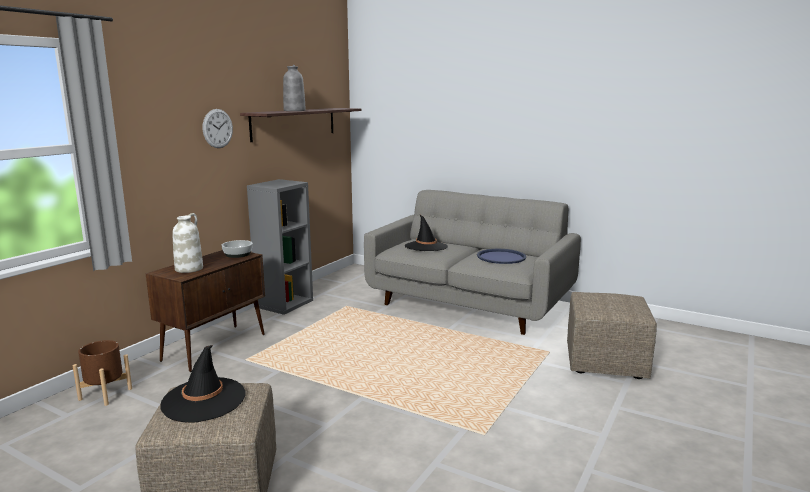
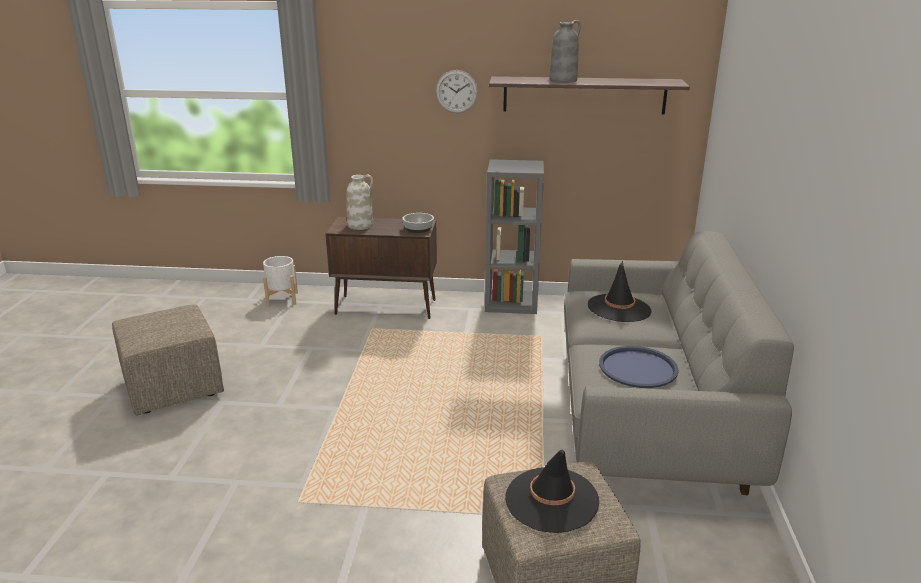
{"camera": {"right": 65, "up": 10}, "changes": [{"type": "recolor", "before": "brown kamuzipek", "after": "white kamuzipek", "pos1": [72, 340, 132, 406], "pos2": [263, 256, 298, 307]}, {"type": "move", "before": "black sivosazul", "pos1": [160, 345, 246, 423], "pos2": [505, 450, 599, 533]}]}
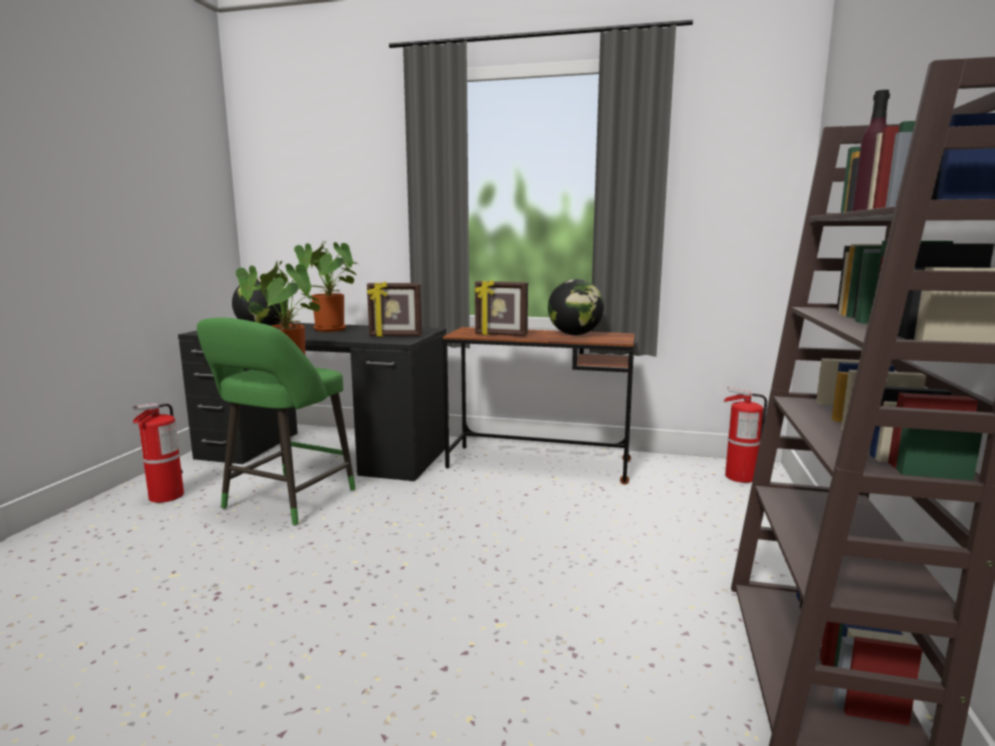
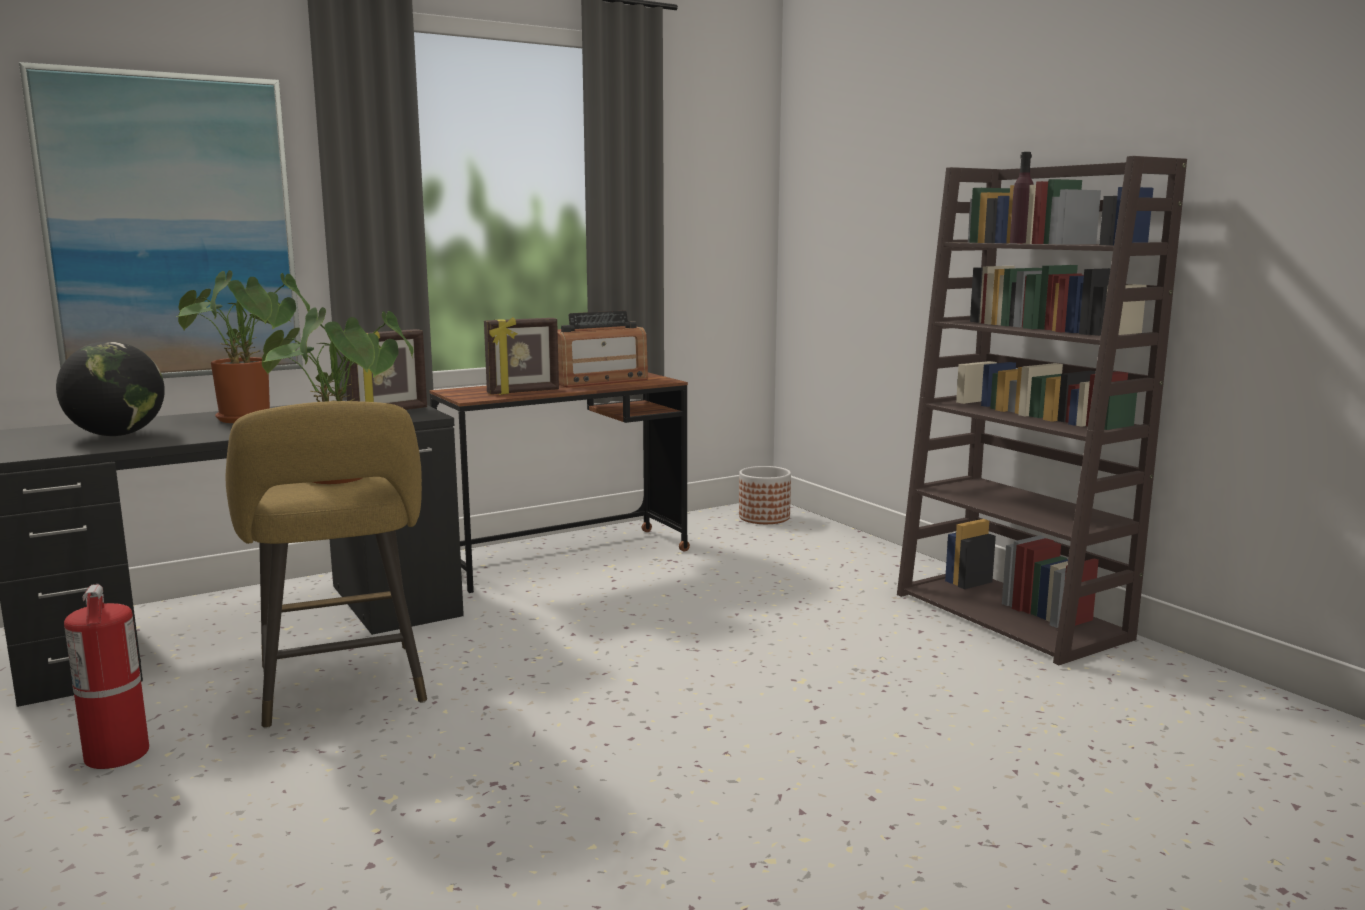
{"camera": {"right": -45, "up": 0}, "changes": [{"type": "recolor", "before": "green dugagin", "after": "yellow dugagin", "pos1": [197, 318, 356, 526], "pos2": [226, 401, 427, 729]}, {"type": "replace", "before": "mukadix", "after": "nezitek", "pos1": [548, 279, 604, 335], "pos2": [558, 311, 648, 388]}, {"type": "replace", "before": "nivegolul", "after": "kamuzipek", "pos1": [724, 387, 767, 483], "pos2": [739, 466, 791, 524]}, {"type": "insert", "after": "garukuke", "pos2": [19, 62, 303, 378]}]}
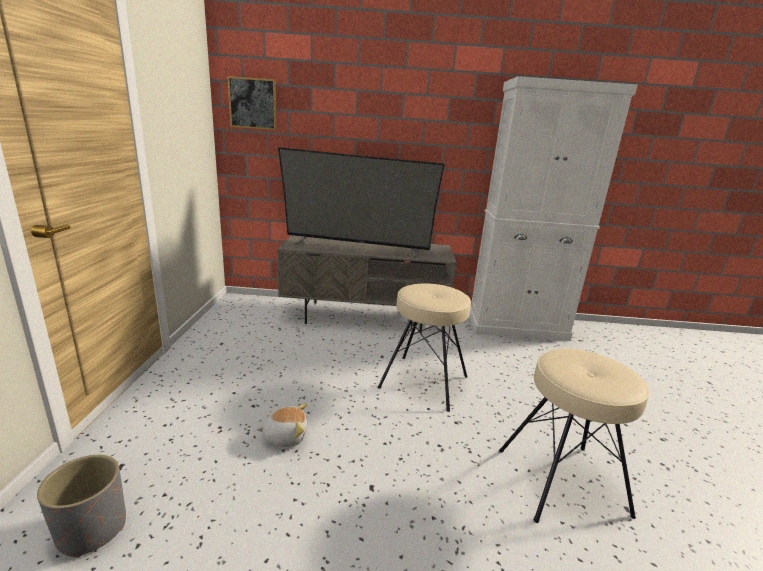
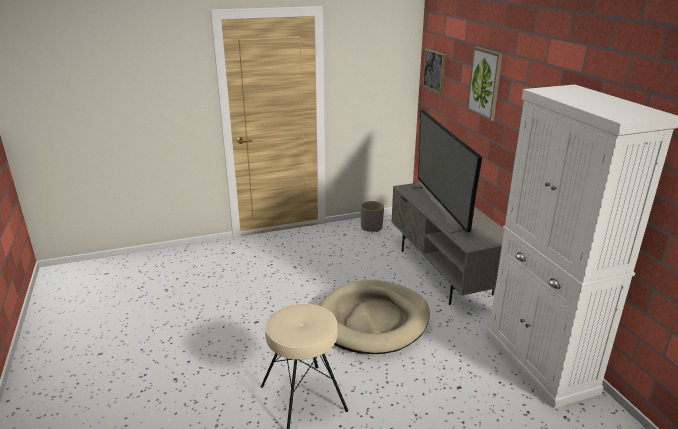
{"camera": {"right": 70, "up": 5}, "changes": [{"type": "move", "before": "grey kamuzipek", "pos1": [37, 455, 126, 557], "pos2": [360, 201, 384, 232]}, {"type": "delete", "before": "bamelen", "pos1": [256, 403, 307, 447]}, {"type": "replace", "before": "beige dugagin", "after": "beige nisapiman", "pos1": [377, 283, 471, 412], "pos2": [318, 280, 430, 354]}, {"type": "insert", "after": "garukuke", "pos2": [467, 47, 502, 121]}]}
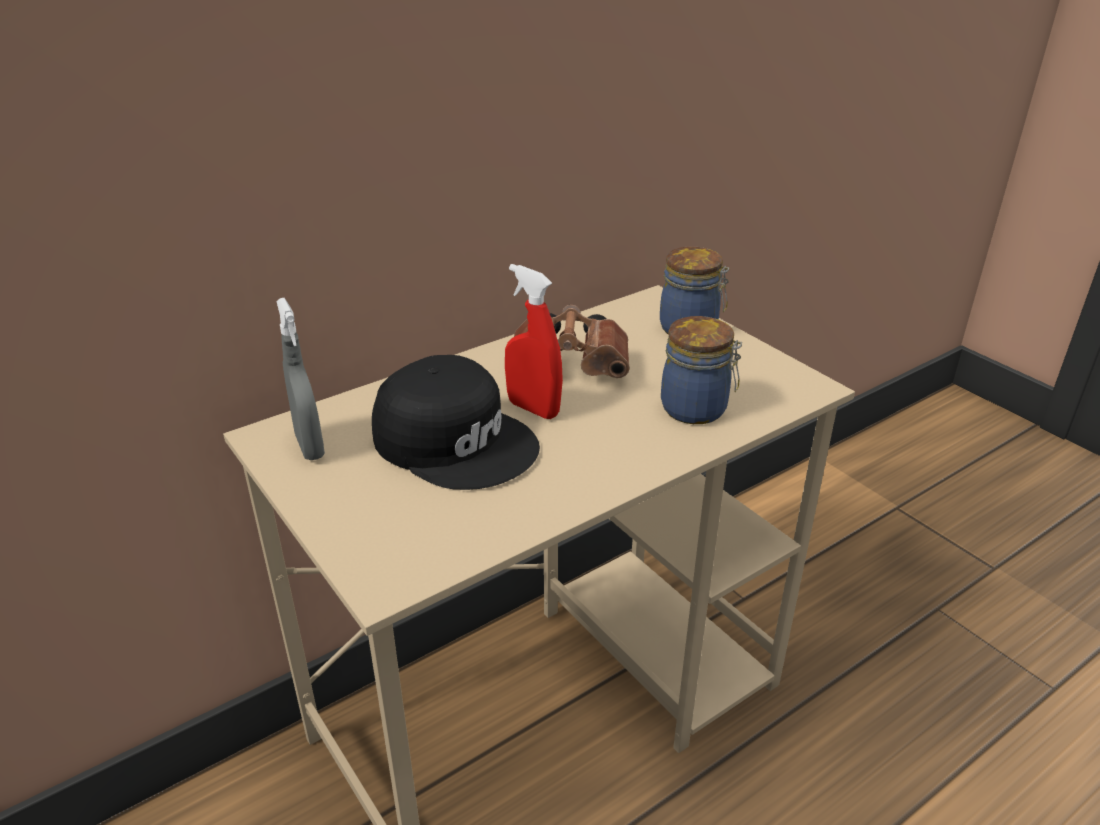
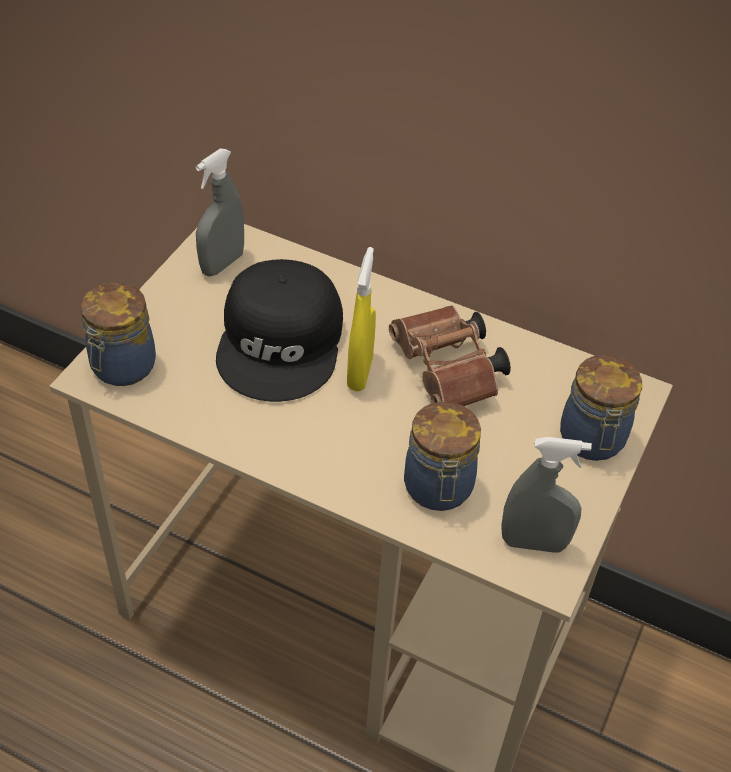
{"camera": {"right": 60, "up": 15}, "changes": [{"type": "recolor", "before": "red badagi", "after": "yellow badagi", "pos1": [505, 264, 563, 419], "pos2": [347, 247, 376, 391]}, {"type": "insert", "after": "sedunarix", "pos2": [81, 282, 156, 386]}, {"type": "insert", "after": "grey badagi", "pos2": [502, 437, 592, 553]}]}
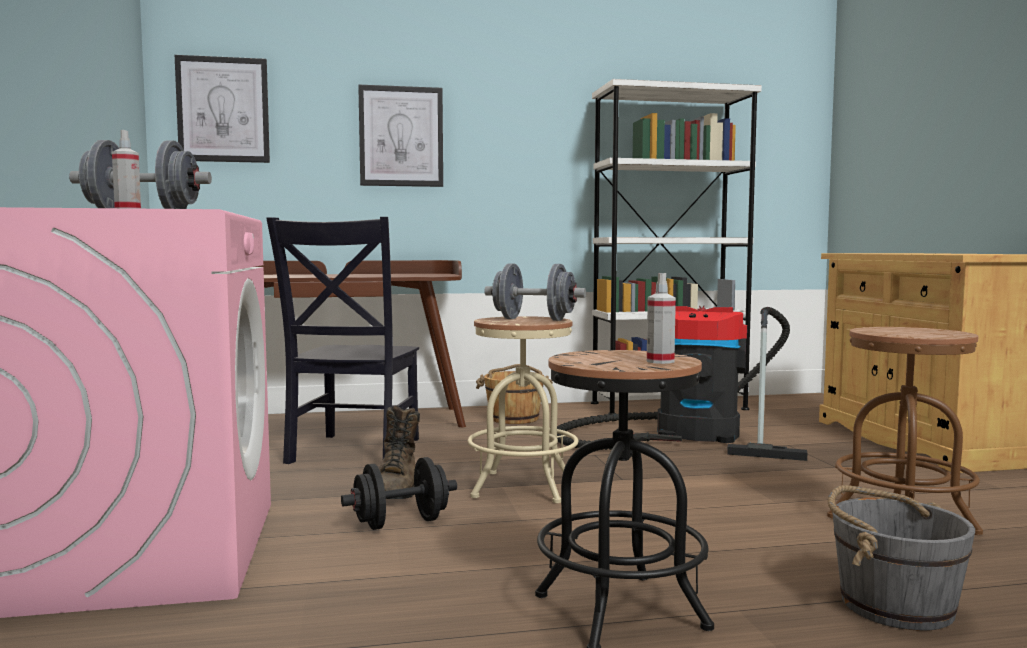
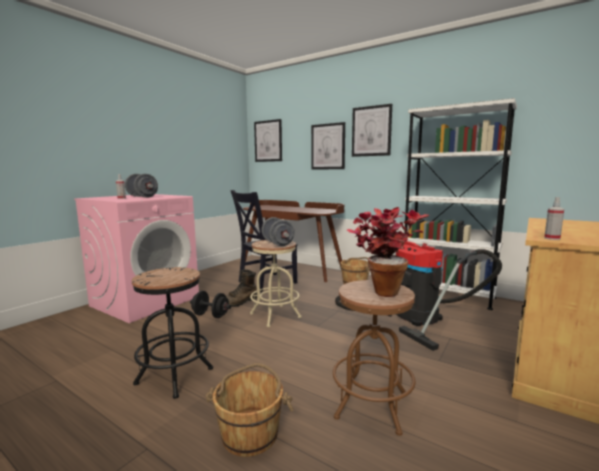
{"camera": {"right": 45, "up": 5}, "changes": [{"type": "move", "before": "badagi", "pos1": [647, 273, 676, 364], "pos2": [544, 197, 564, 240]}, {"type": "recolor", "before": "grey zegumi", "after": "brown zegumi", "pos1": [828, 485, 975, 631], "pos2": [205, 363, 294, 457]}, {"type": "insert", "after": "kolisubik", "pos2": [347, 207, 429, 297]}, {"type": "insert", "after": "garukuke", "pos2": [352, 104, 392, 157]}]}
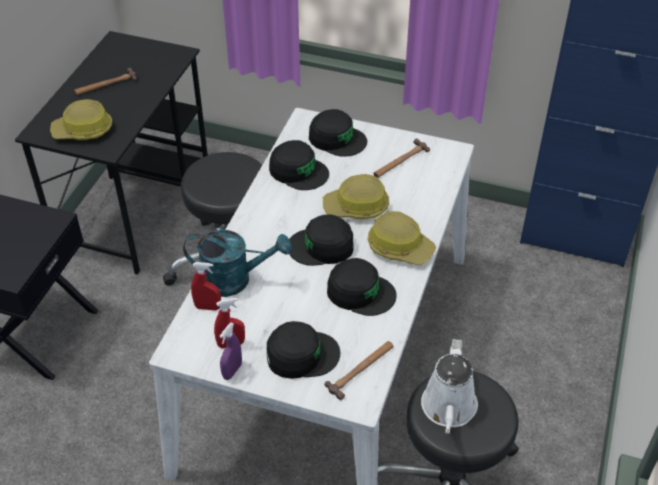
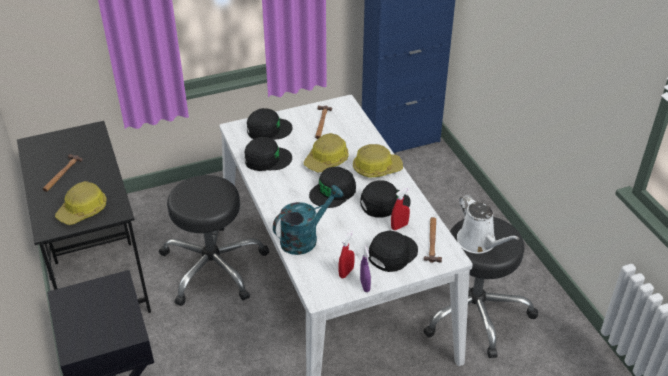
{"camera": {"right": -40, "up": -5}, "changes": [{"type": "move", "before": "red badagi", "pos1": [191, 262, 221, 310], "pos2": [391, 187, 410, 230]}]}
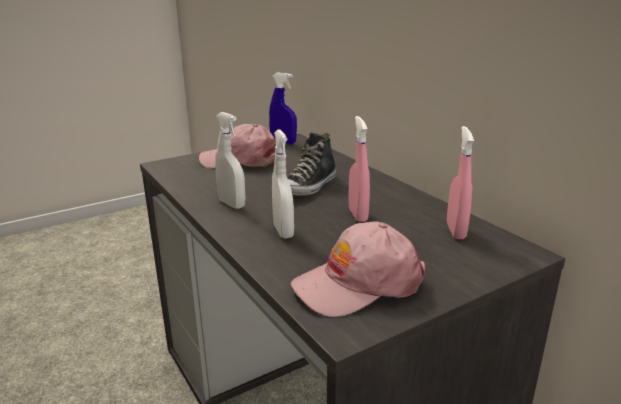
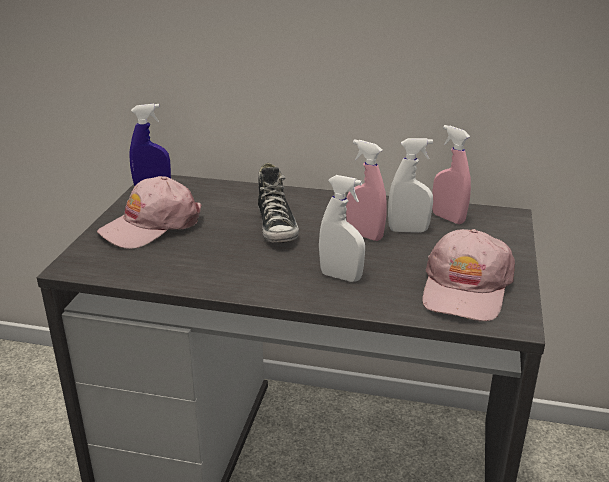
{"camera": {"right": -45, "up": 5}, "changes": [{"type": "move", "before": "white badagi", "pos1": [215, 112, 245, 209], "pos2": [388, 138, 433, 233]}]}
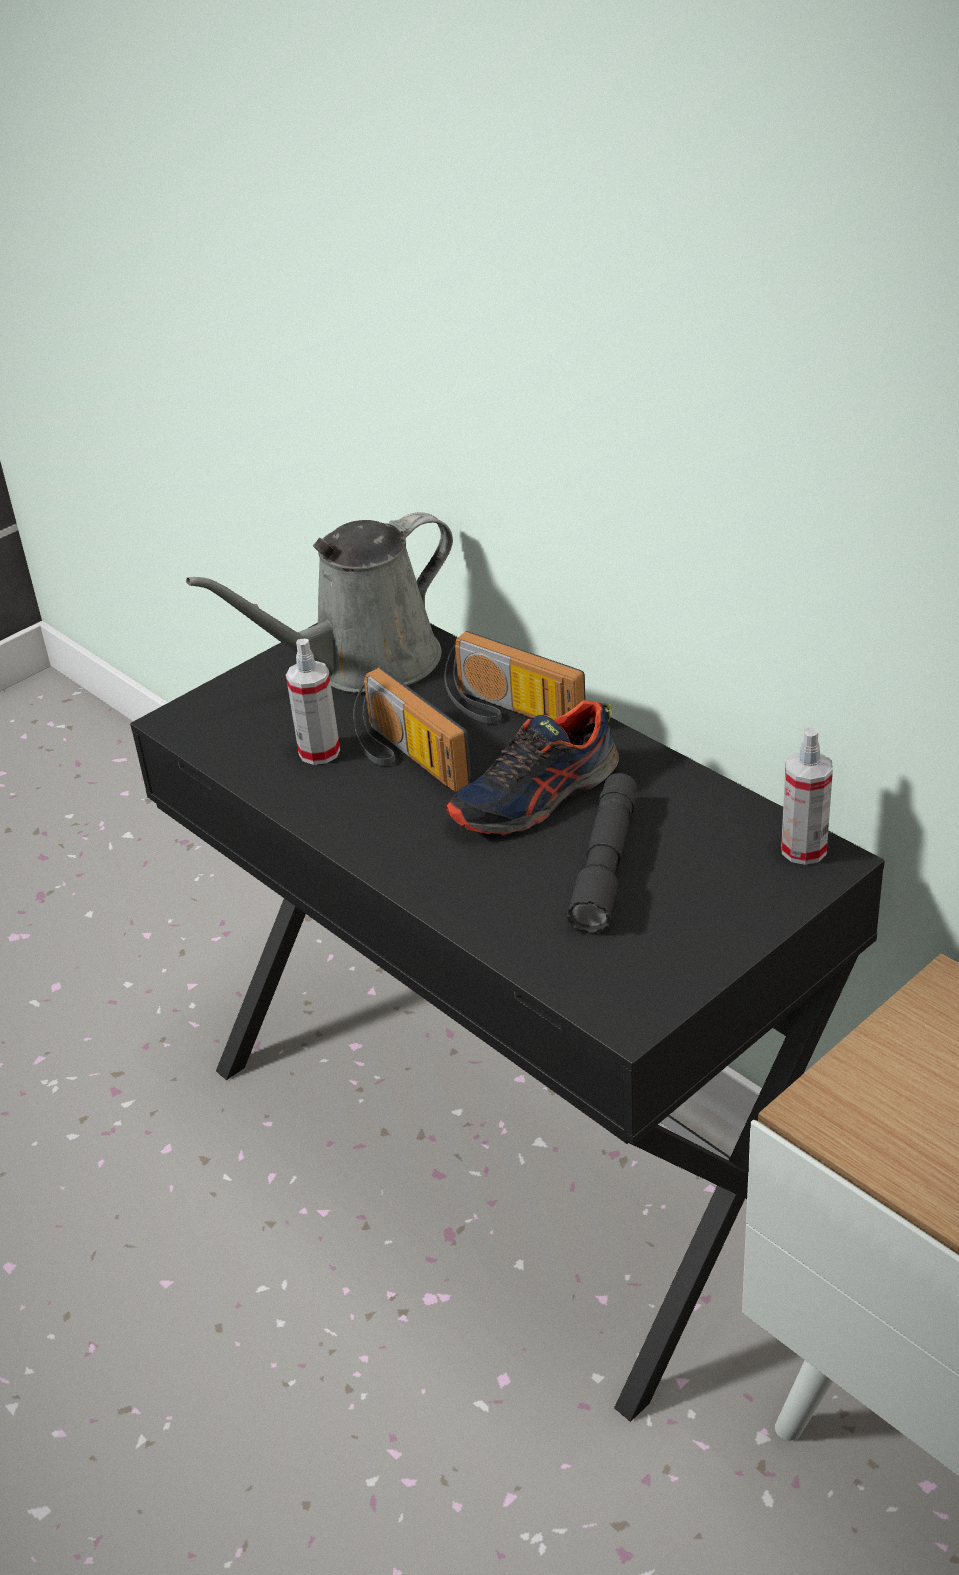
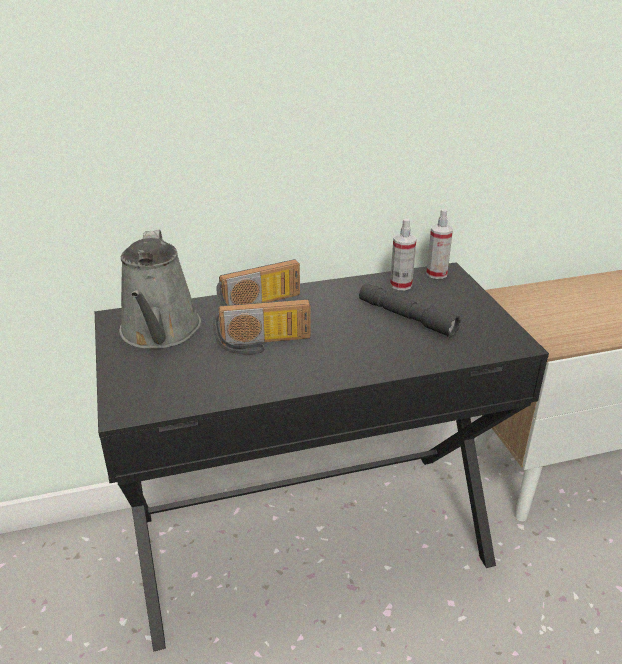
{"camera": {"right": -65, "up": -5}, "changes": [{"type": "move", "before": "badagi", "pos1": [286, 639, 340, 765], "pos2": [390, 218, 417, 290]}, {"type": "delete", "before": "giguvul", "pos1": [445, 700, 619, 835]}]}
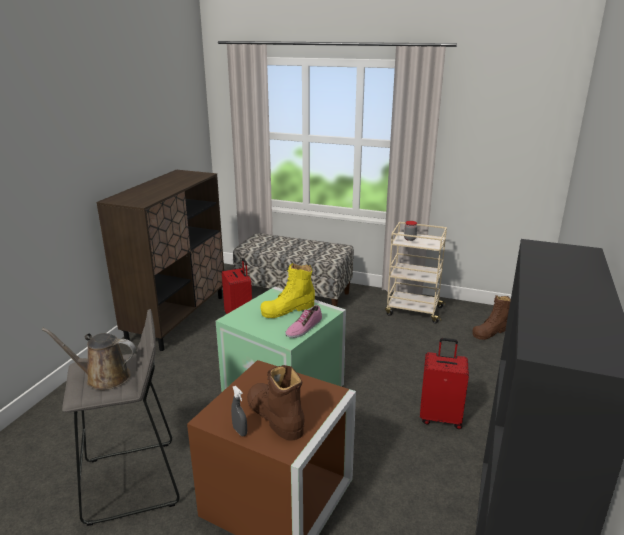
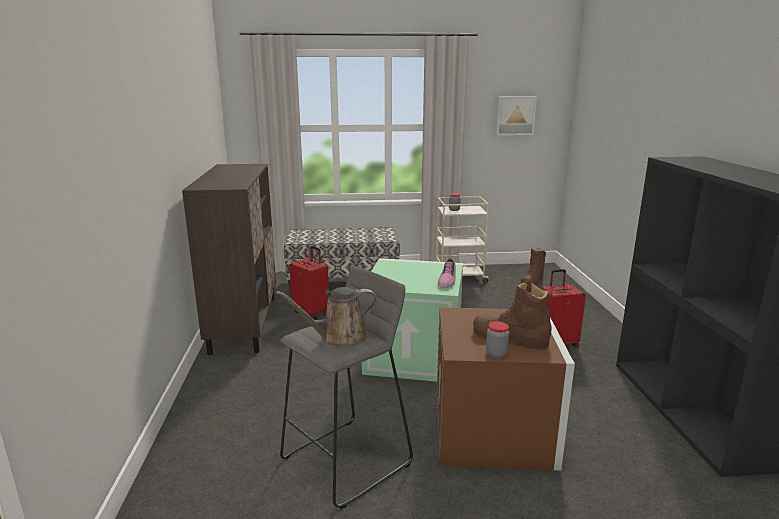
{"camera": {"right": -25, "up": -5}, "changes": [{"type": "replace", "before": "grey badagi", "after": "sedunarix", "pos1": [231, 386, 247, 436], "pos2": [486, 322, 509, 358]}, {"type": "delete", "before": "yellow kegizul", "pos1": [260, 263, 315, 318]}, {"type": "insert", "after": "garukuke", "pos2": [496, 96, 537, 135]}]}
